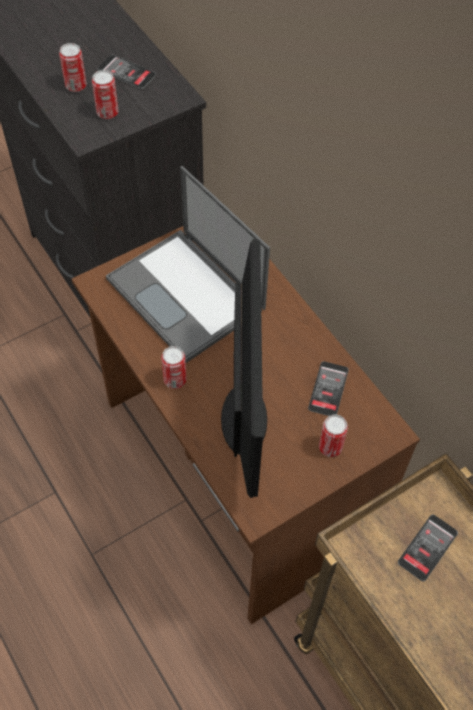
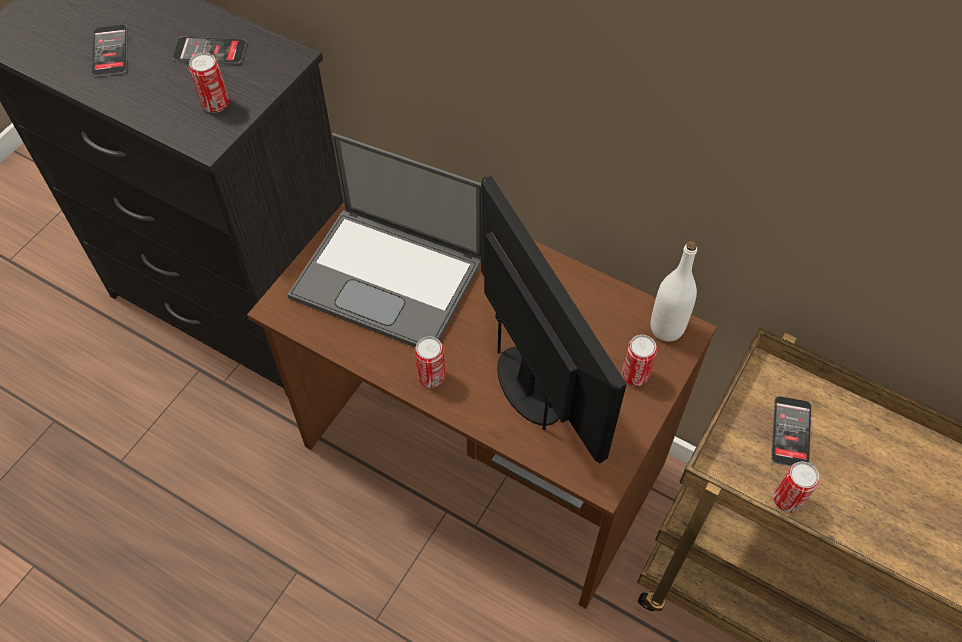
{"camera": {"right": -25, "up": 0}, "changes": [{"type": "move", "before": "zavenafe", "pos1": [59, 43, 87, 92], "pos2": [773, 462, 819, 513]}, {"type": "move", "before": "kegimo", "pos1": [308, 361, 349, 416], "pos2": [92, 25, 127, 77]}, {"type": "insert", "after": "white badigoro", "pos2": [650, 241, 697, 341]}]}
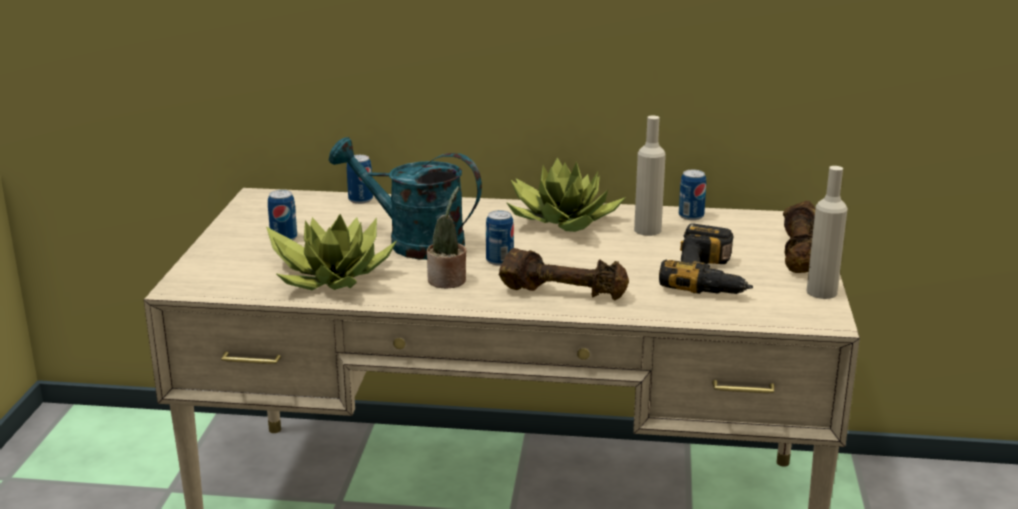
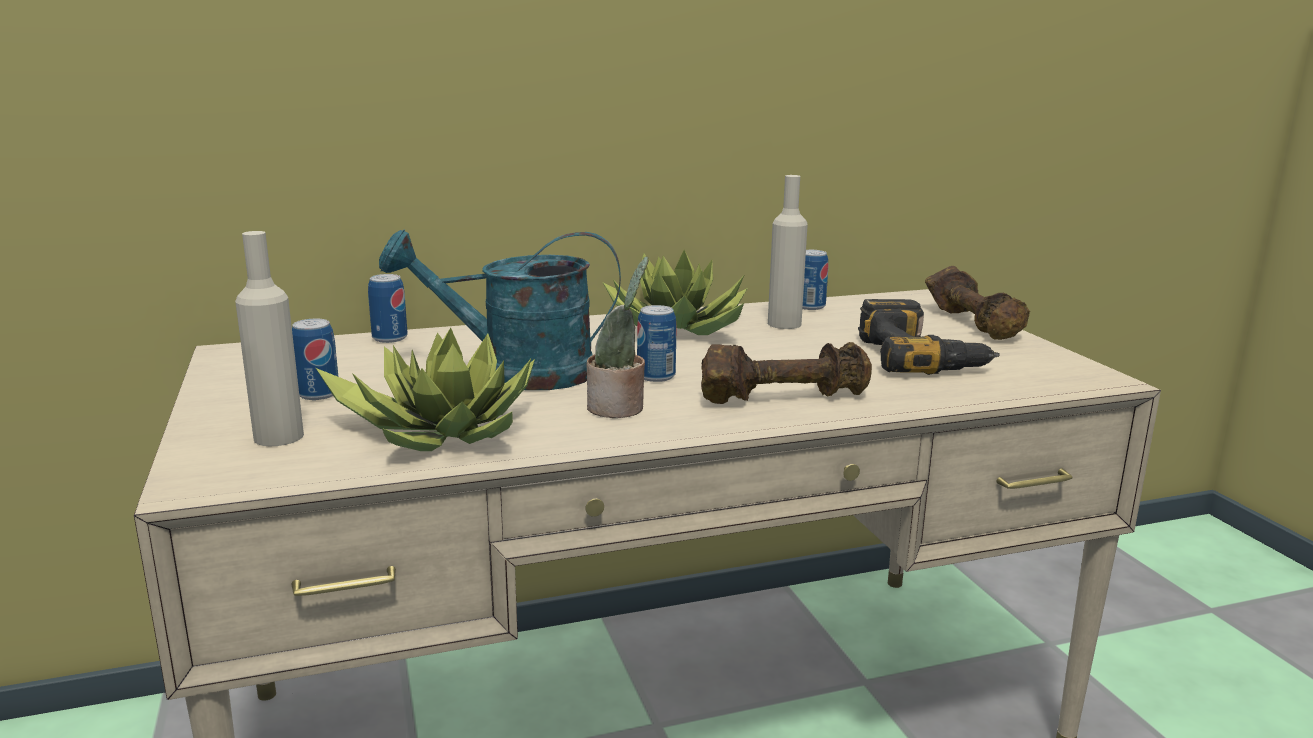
{"camera": {"right": -25, "up": -5}, "changes": [{"type": "move", "before": "beige badigoro", "pos1": [806, 166, 848, 299], "pos2": [235, 231, 304, 446]}]}
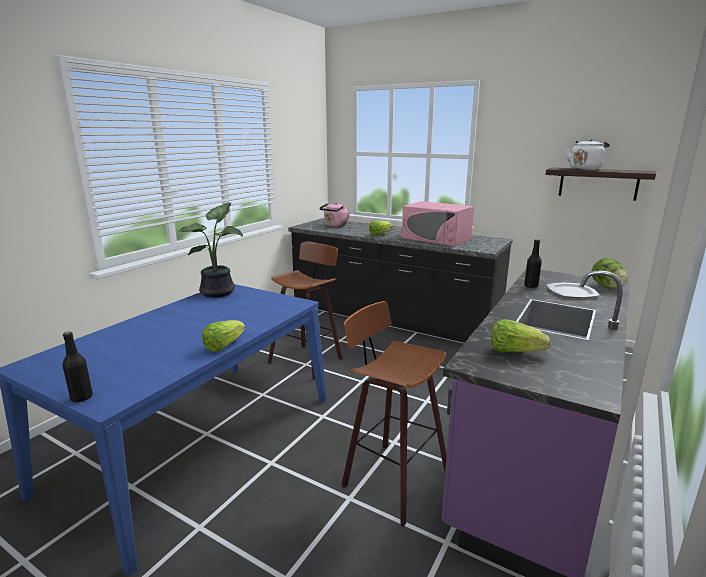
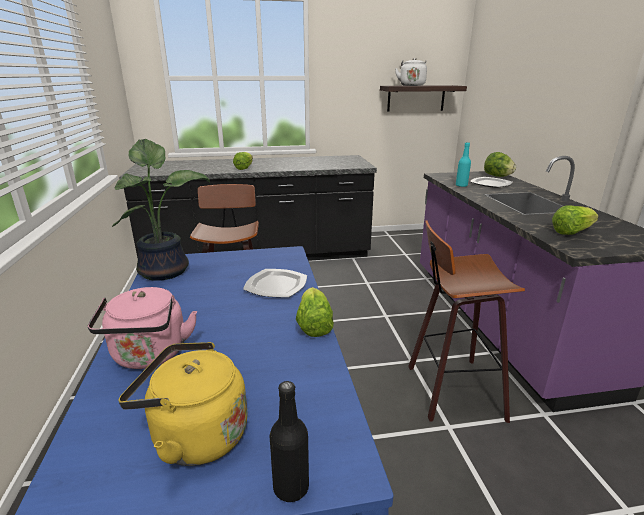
{"camera": {"right": -40, "up": 5}, "changes": [{"type": "move", "before": "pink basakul", "pos1": [319, 203, 350, 227], "pos2": [87, 287, 197, 369]}, {"type": "delete", "before": "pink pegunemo", "pos1": [402, 201, 474, 246]}, {"type": "recolor", "before": "black badigoro", "after": "turquoise badigoro", "pos1": [524, 239, 542, 288], "pos2": [456, 142, 471, 187]}, {"type": "insert", "after": "yellow basakul", "pos2": [118, 342, 248, 466]}, {"type": "insert", "after": "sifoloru", "pos2": [243, 269, 307, 298]}]}
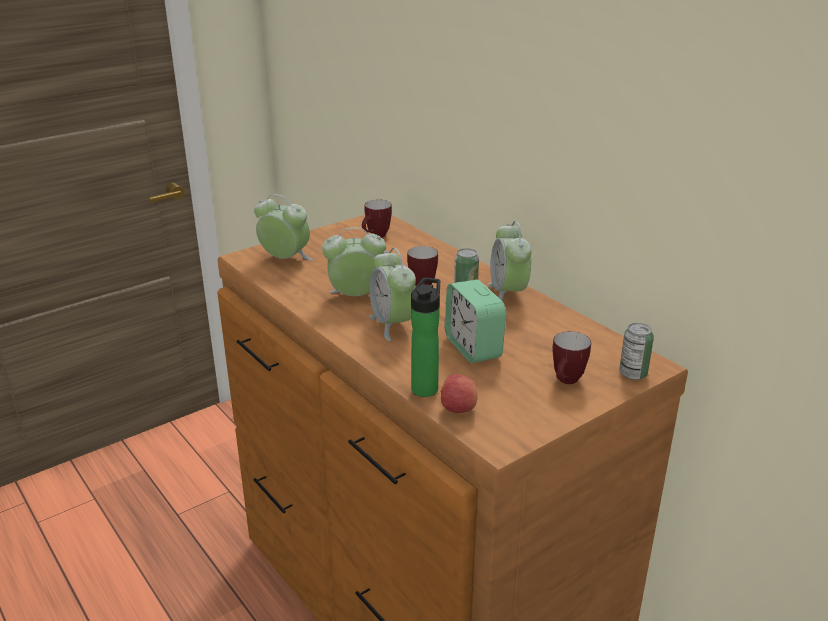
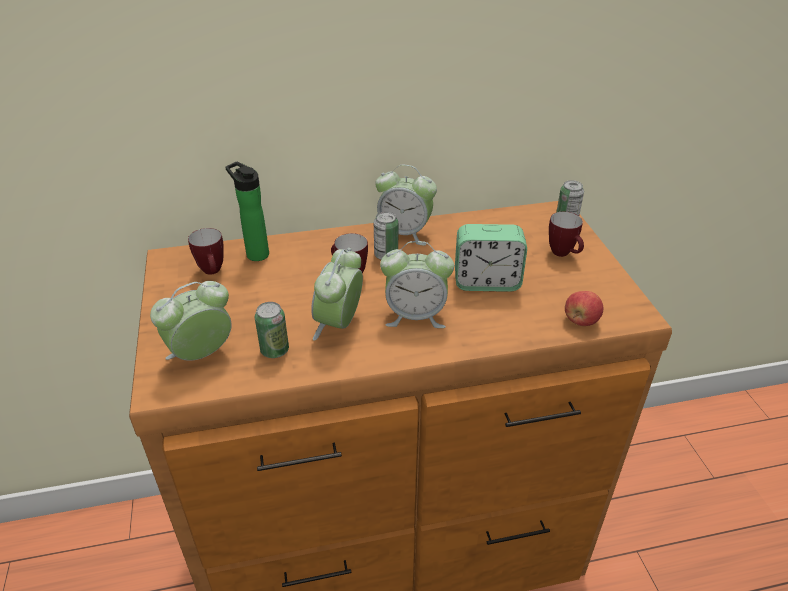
{"camera": {"right": -65, "up": 10}, "changes": [{"type": "move", "before": "badigoro", "pos1": [411, 277, 440, 397], "pos2": [226, 162, 269, 261]}, {"type": "insert", "after": "zavenafe", "pos2": [255, 302, 289, 358]}]}
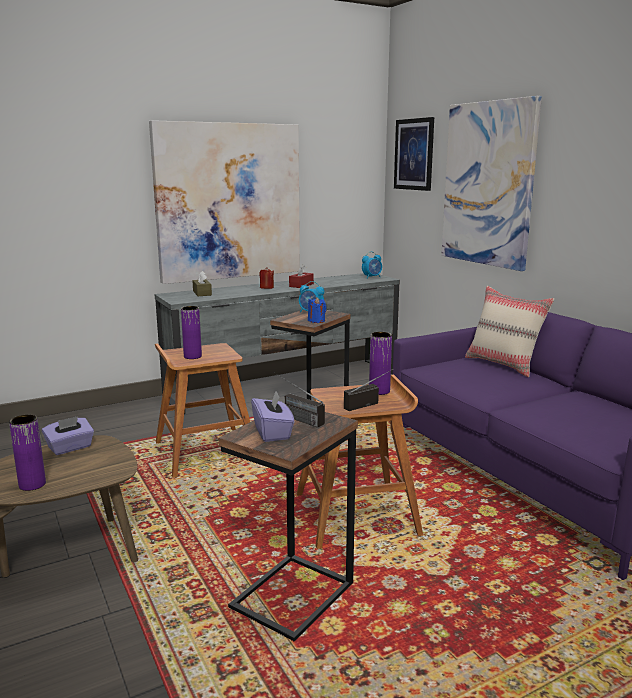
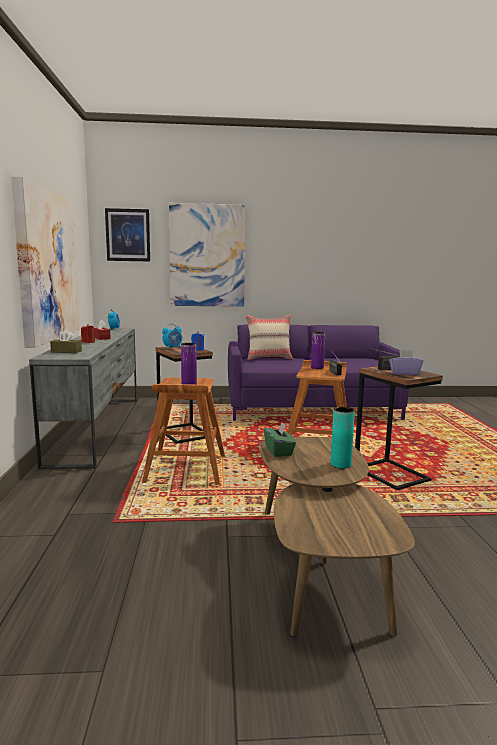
{"camera": {"right": -65, "up": -5}, "changes": [{"type": "recolor", "before": "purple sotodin", "after": "turquoise sotodin", "pos1": [9, 415, 46, 491], "pos2": [331, 407, 355, 468]}, {"type": "recolor", "before": "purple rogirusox", "after": "green rogirusox", "pos1": [42, 416, 94, 455], "pos2": [264, 423, 296, 457]}]}
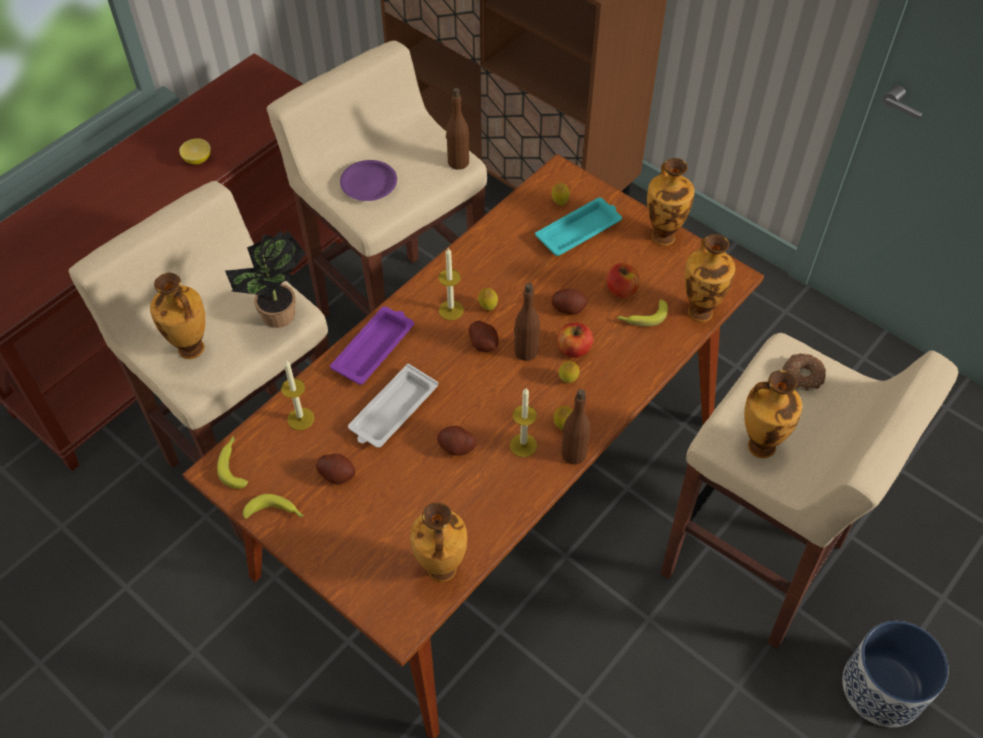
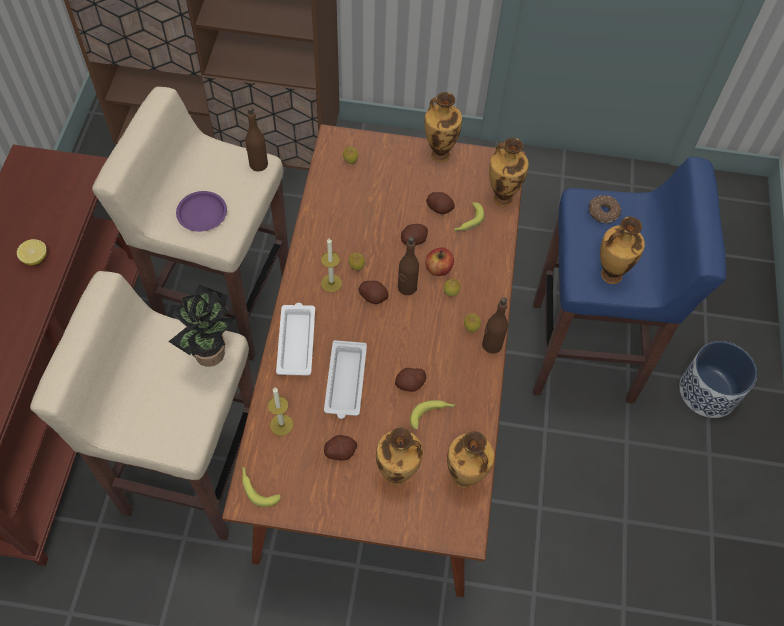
{"camera": {"right": -35, "up": 5}, "changes": [{"type": "move", "before": "sotodin", "pos1": [150, 273, 205, 359], "pos2": [376, 428, 423, 486]}, {"type": "move", "before": "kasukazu", "pos1": [243, 494, 304, 519], "pos2": [410, 400, 455, 430]}, {"type": "recolor", "before": "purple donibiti", "after": "white donibiti", "pos1": [330, 306, 414, 385], "pos2": [276, 303, 315, 376]}, {"type": "delete", "before": "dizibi", "pos1": [510, 388, 537, 457]}, {"type": "delete", "before": "turquoise donibiti", "pos1": [535, 198, 622, 256]}, {"type": "replace", "before": "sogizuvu", "after": "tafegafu", "pos1": [606, 263, 639, 298], "pos2": [426, 192, 455, 214]}, {"type": "recolor", "before": "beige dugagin", "after": "blue dugagin", "pos1": [661, 333, 958, 649], "pos2": [533, 157, 726, 403]}]}
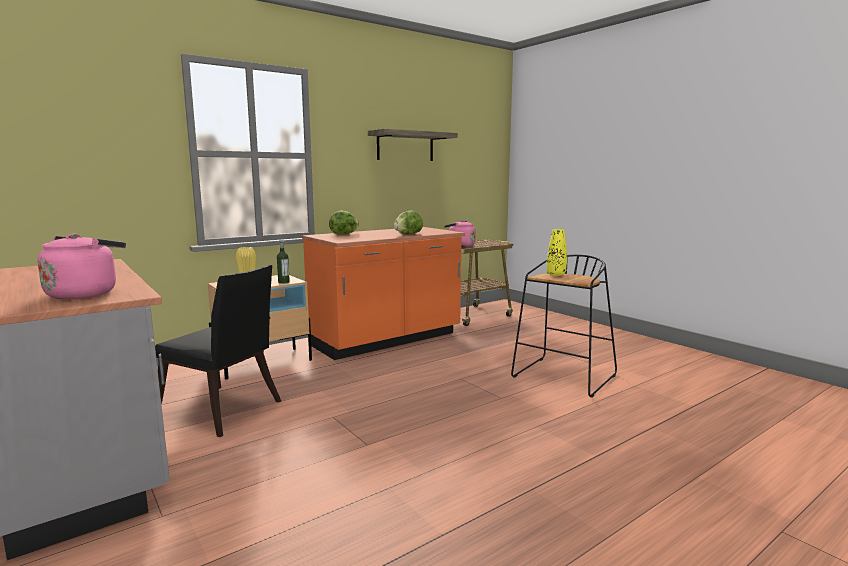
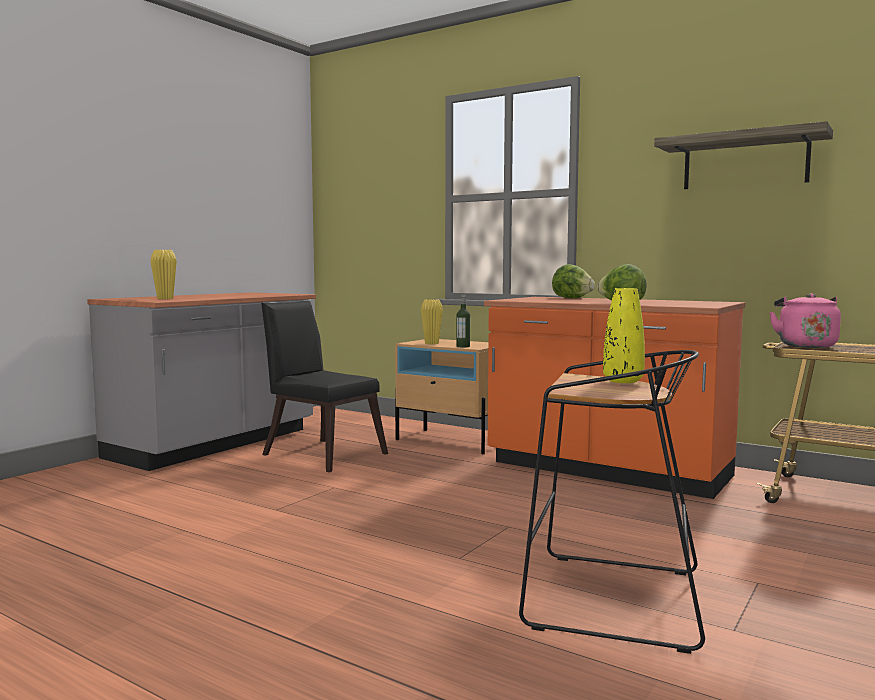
{"camera": {"right": 70, "up": -5}, "changes": [{"type": "replace", "before": "pink basakul", "after": "yellow sotodin", "pos1": [37, 233, 126, 299], "pos2": [150, 250, 177, 299]}, {"type": "rotate", "before": "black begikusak", "pos1": [155, 265, 281, 437], "pos2": [261, 301, 388, 472], "turn": 120}]}
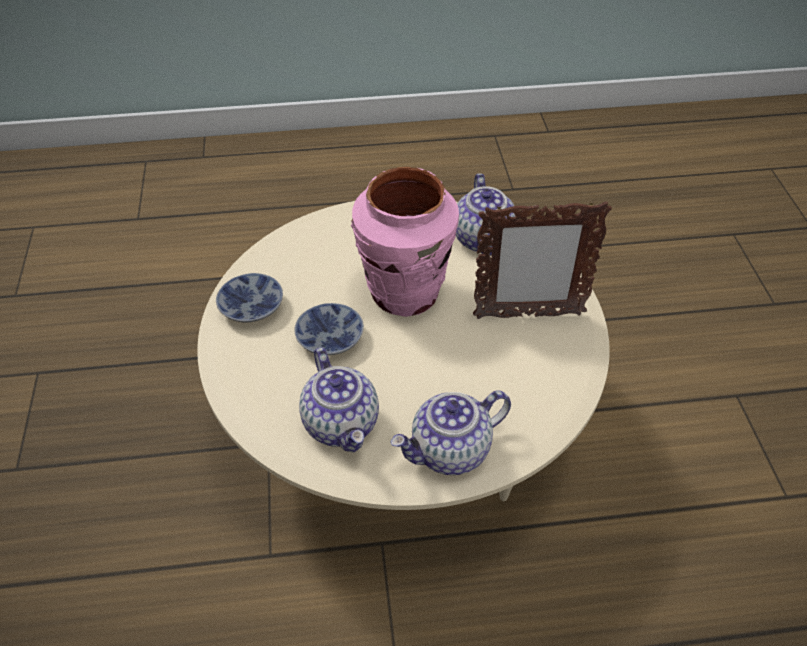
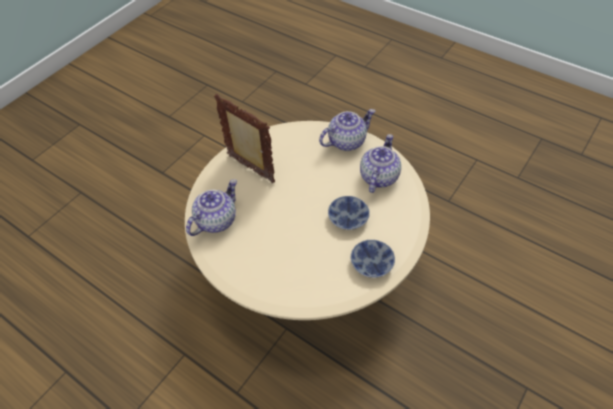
{"camera": {"right": -135, "up": 5}, "changes": [{"type": "delete", "before": "pink sotodin", "pos1": [351, 167, 459, 317]}, {"type": "rotate", "before": "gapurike", "pos1": [390, 390, 511, 475], "pos2": [319, 109, 375, 151], "turn": -45}]}
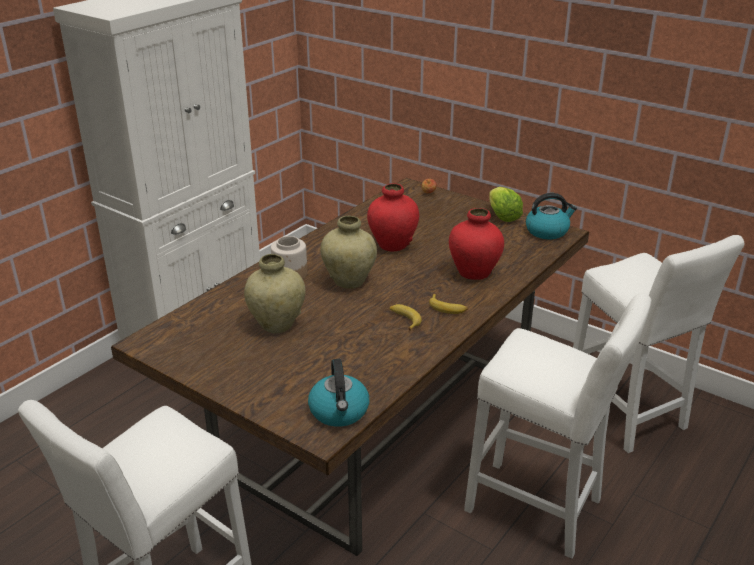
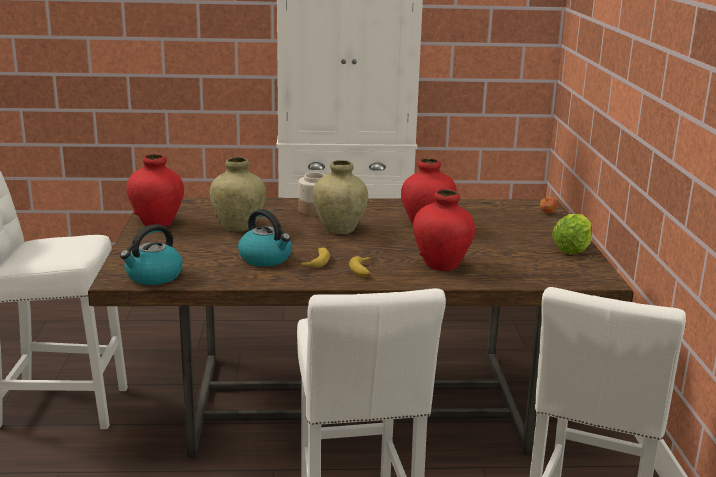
{"camera": {"right": 50, "up": -10}, "changes": [{"type": "move", "before": "basakul", "pos1": [526, 193, 577, 239], "pos2": [238, 209, 292, 266]}, {"type": "insert", "after": "red sotodin", "pos2": [126, 154, 184, 227]}]}
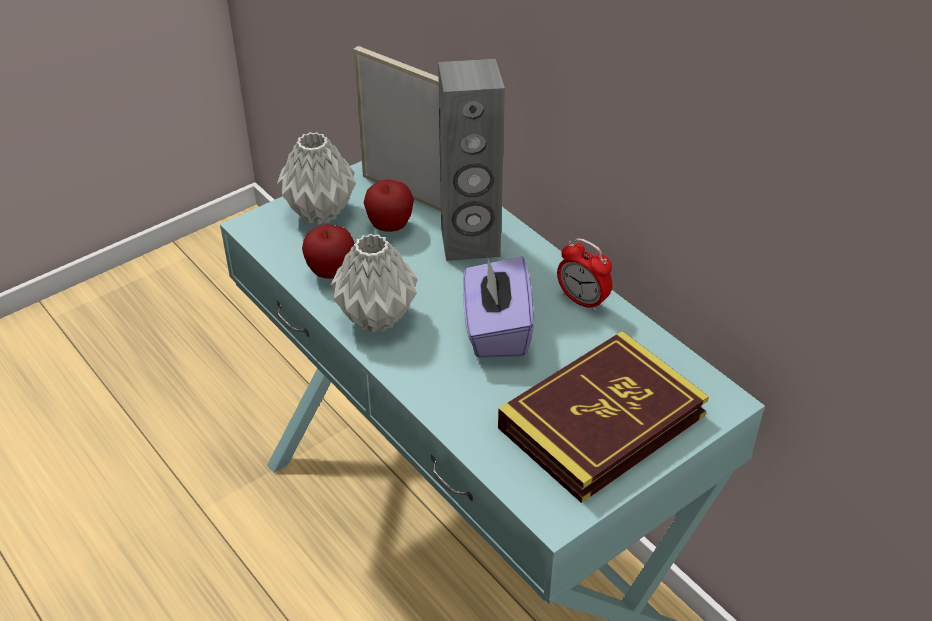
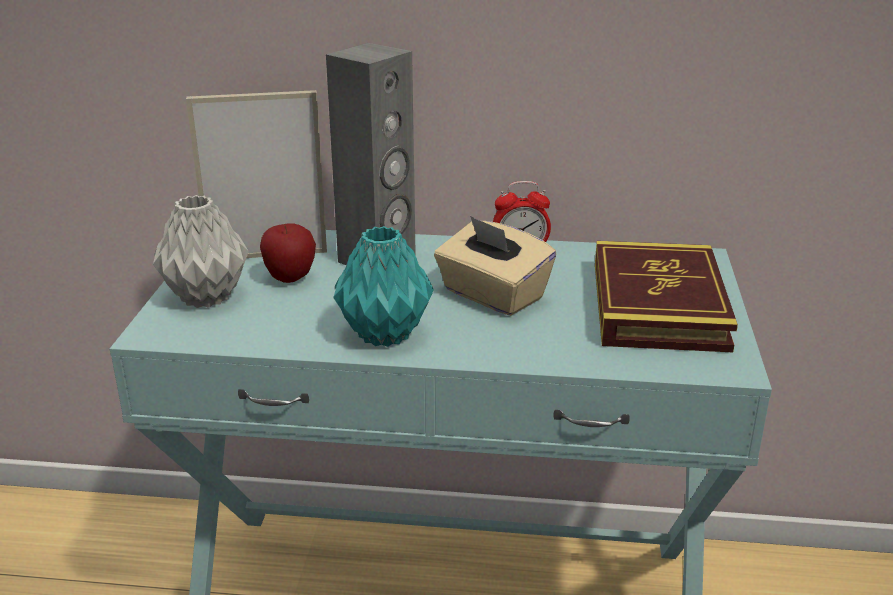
{"camera": {"right": -45, "up": -15}, "changes": [{"type": "delete", "before": "sogizuvu", "pos1": [302, 224, 355, 279]}, {"type": "recolor", "before": "grey sotodin", "after": "turquoise sotodin", "pos1": [331, 233, 418, 333], "pos2": [333, 226, 434, 347]}, {"type": "recolor", "before": "purple rogirusox", "after": "beige rogirusox", "pos1": [463, 256, 534, 358], "pos2": [434, 216, 556, 316]}]}
